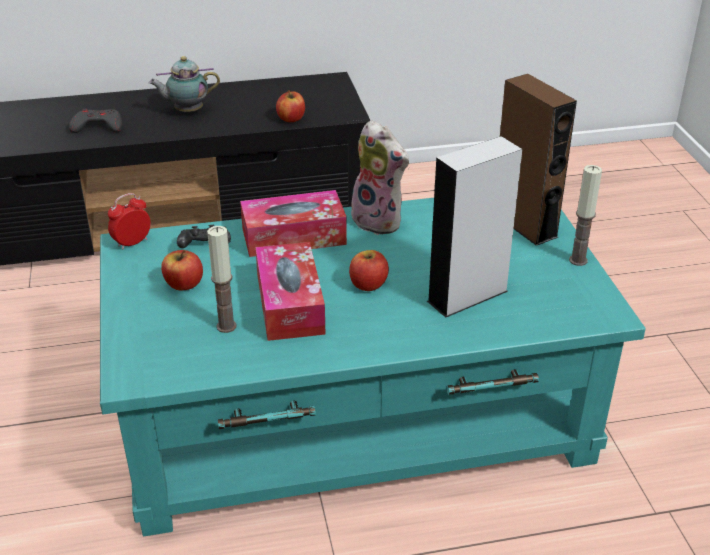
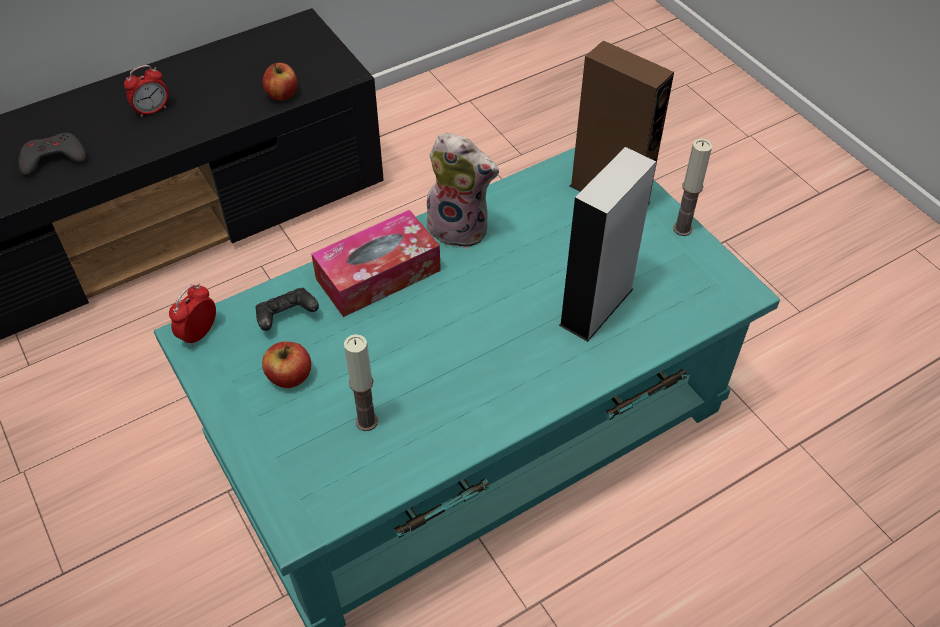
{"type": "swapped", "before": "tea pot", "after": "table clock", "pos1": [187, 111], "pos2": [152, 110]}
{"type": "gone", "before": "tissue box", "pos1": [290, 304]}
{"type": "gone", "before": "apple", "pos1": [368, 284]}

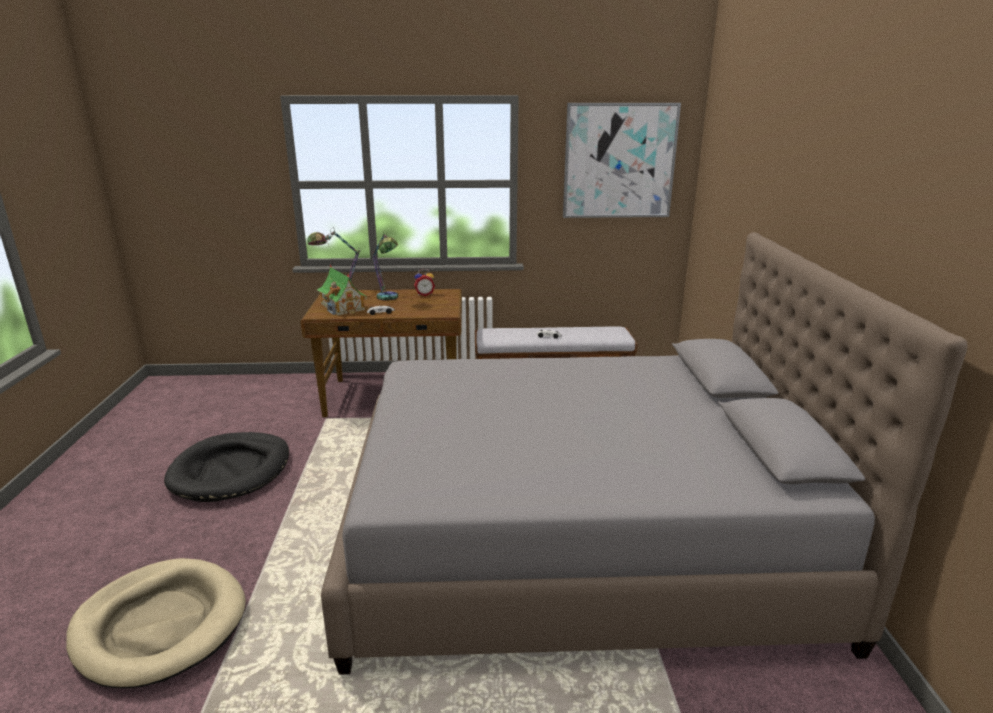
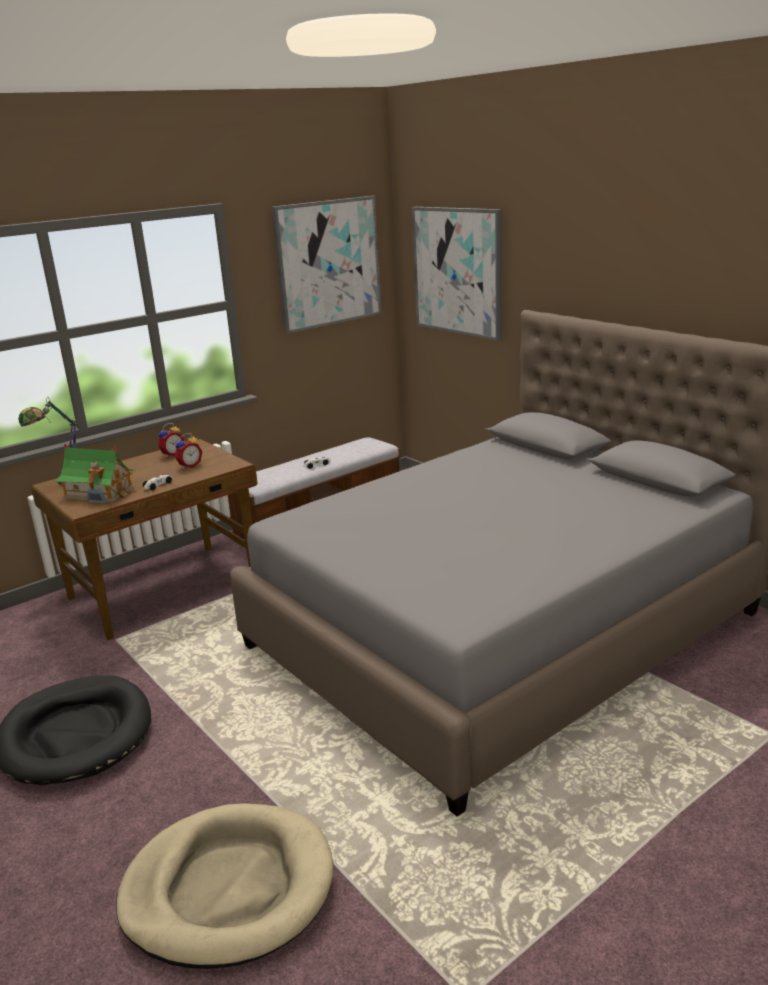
{"type": "new", "after": "table clock", "pos2": [189, 465]}
{"type": "new", "after": "wall art", "pos2": [457, 271]}
{"type": "gone", "before": "tabletop lamp", "pos1": [388, 299]}

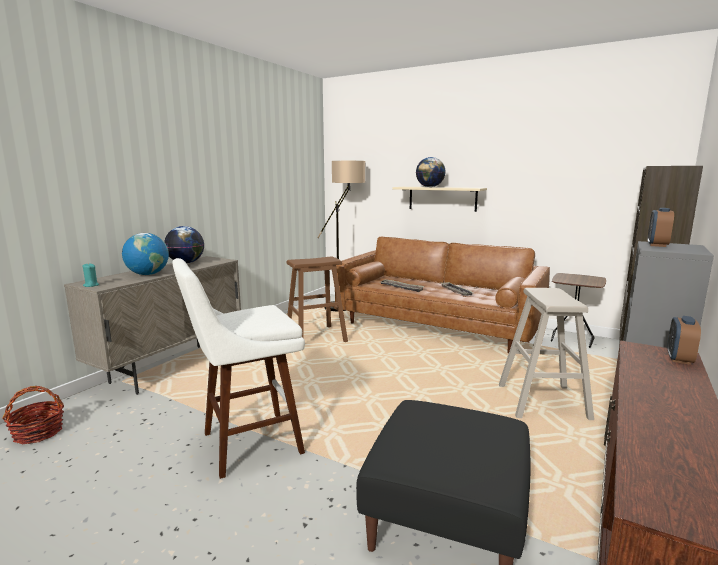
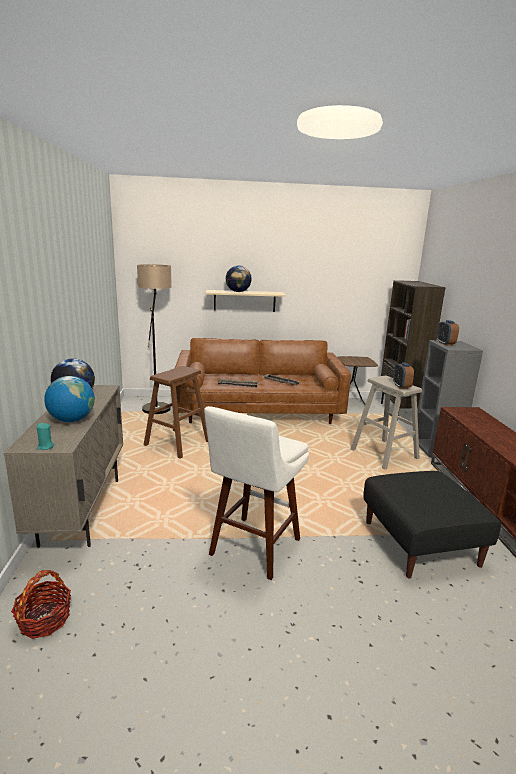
{"type": "shifted", "before": "table clock", "pos1": [679, 359], "pos2": [401, 386]}

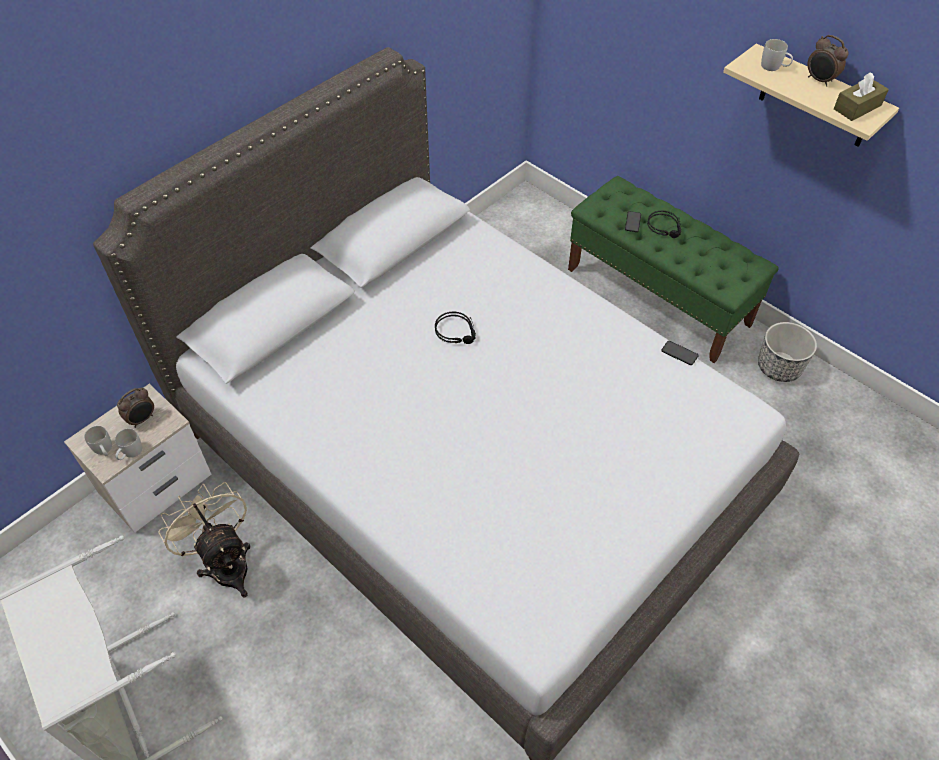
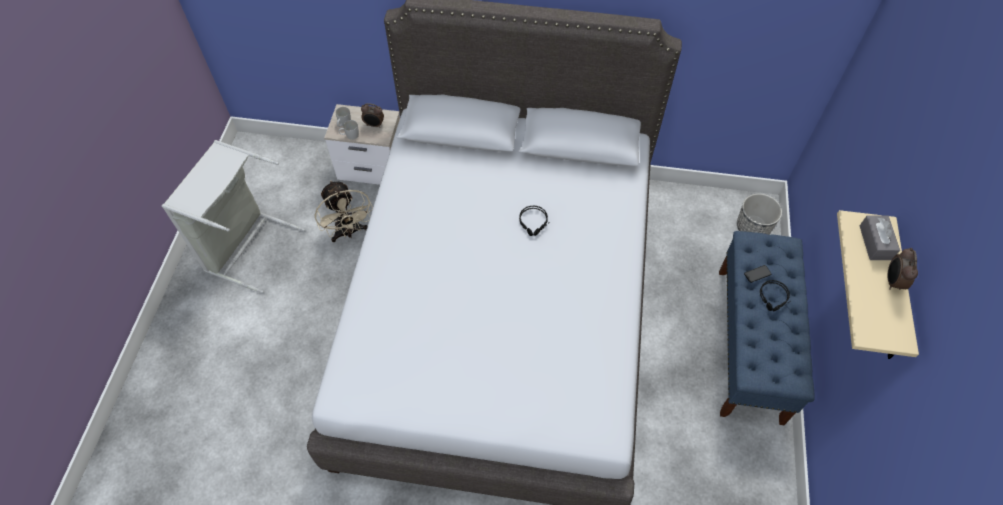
{"type": "rotated", "before": "beige fan", "pos1": [226, 563], "pos2": [349, 232], "turn": 135}
{"type": "repainted", "before": "greenish bench", "after": "bluish bench", "pos1": [658, 296], "pos2": [749, 344]}
{"type": "shifted", "before": "flower pot", "pos1": [778, 367], "pos2": [752, 227]}
{"type": "swapped", "before": "white-coloured coffee mug", "after": "grey tissue box", "pos1": [774, 67], "pos2": [875, 242]}
{"type": "gone", "before": "handset", "pos1": [679, 353]}
{"type": "gone", "before": "brown-coloured tissue box", "pos1": [857, 107]}

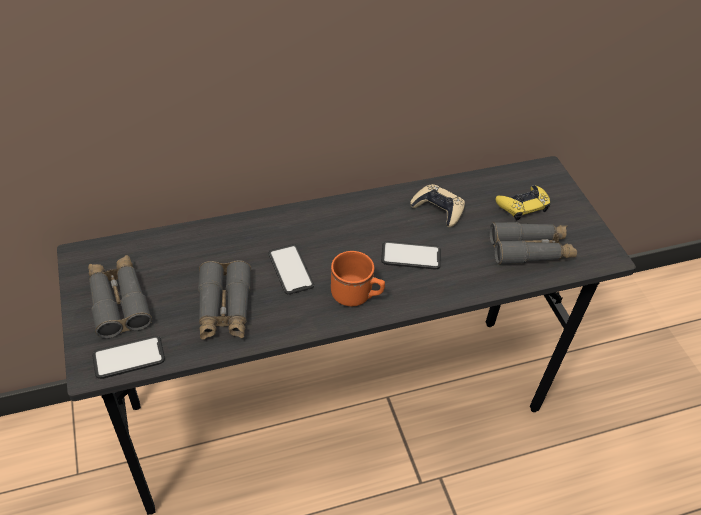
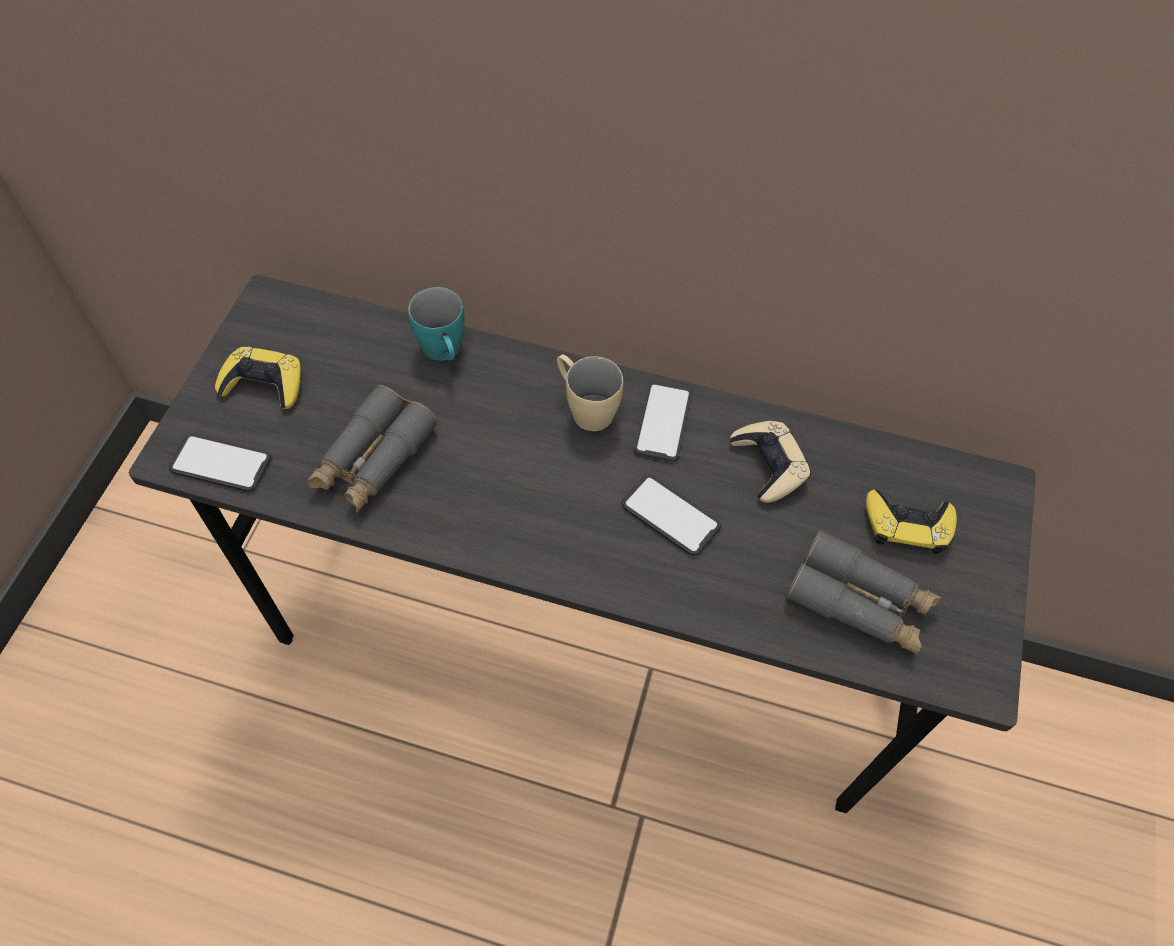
{"type": "swapped", "before": "grey binoculars", "after": "yellow joypad", "pos1": [119, 301], "pos2": [264, 383]}
{"type": "new", "after": "turquoise coffee mug", "pos2": [445, 353]}
{"type": "new", "after": "beige coffee mug", "pos2": [585, 408]}
{"type": "shifted", "before": "handset", "pos1": [291, 270], "pos2": [663, 422]}
{"type": "gone", "before": "orange-coloured coffee mug", "pos1": [356, 295]}

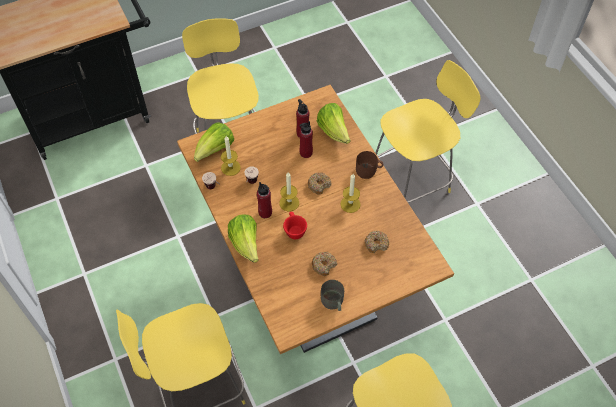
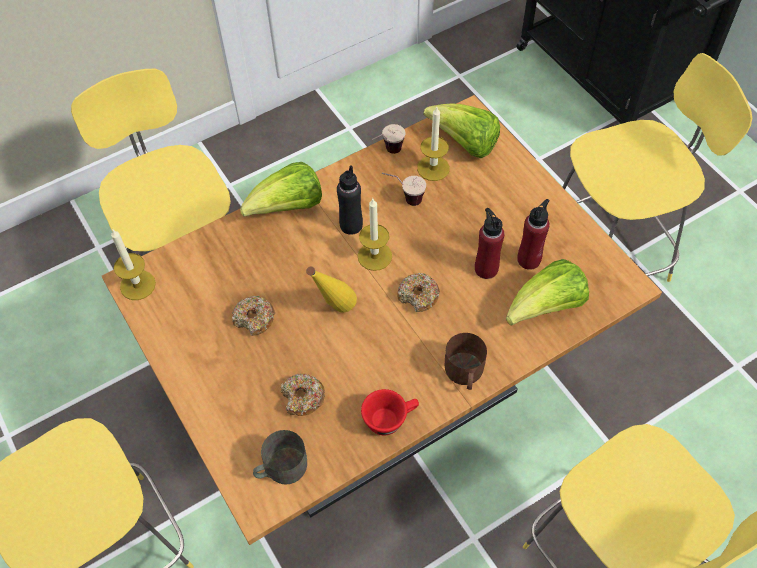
{"type": "shifted", "before": "candle", "pos1": [350, 204], "pos2": [137, 285]}
{"type": "shifted", "before": "grey coffee mug", "pos1": [333, 302], "pos2": [281, 468]}
{"type": "new", "after": "yellow drink bottle", "pos2": [334, 313]}
{"type": "repainted", "before": "reddish drink bottle", "after": "black-coloured drink bottle", "pos1": [265, 212], "pos2": [351, 225]}
{"type": "shifted", "before": "reddish drinking cup", "pos1": [294, 230], "pos2": [390, 418]}

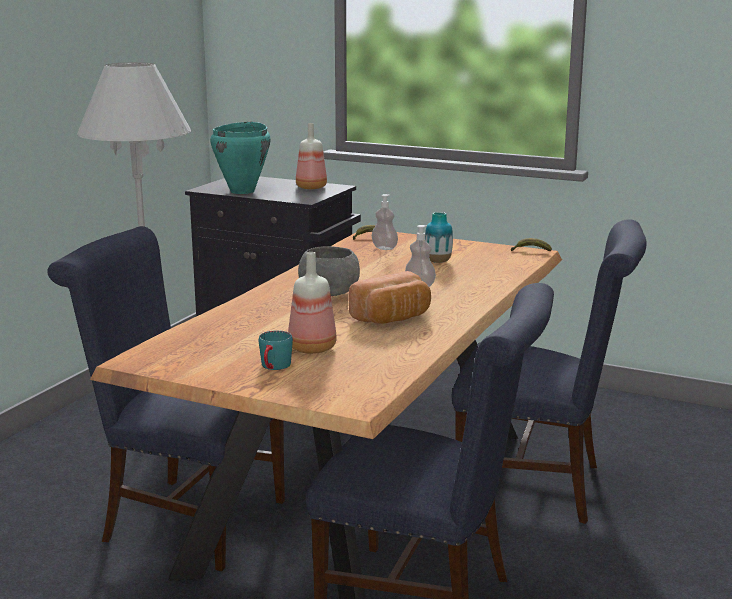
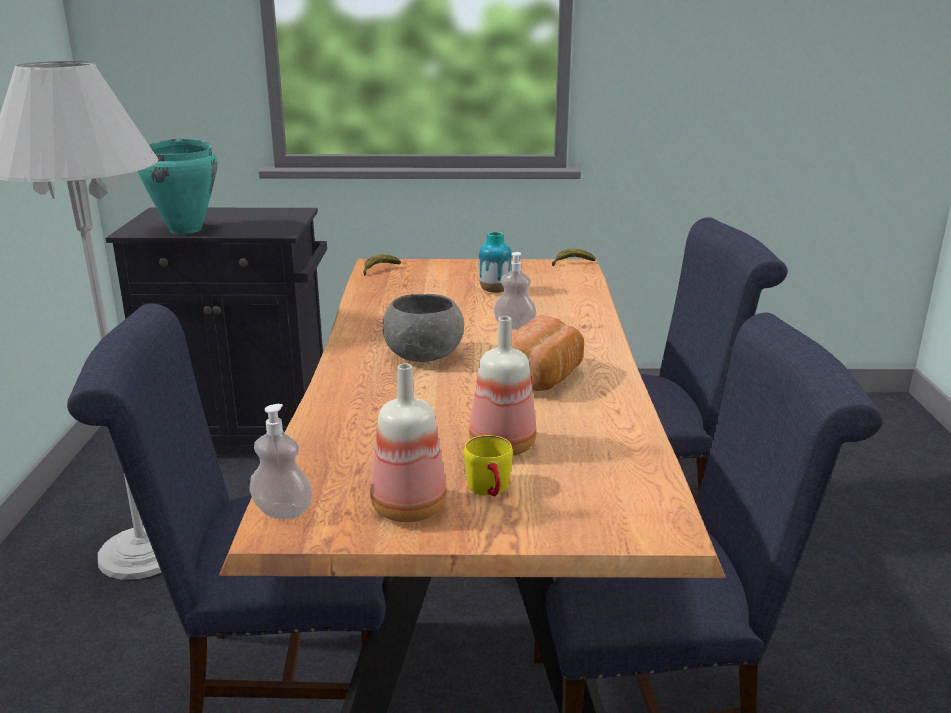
{"type": "shifted", "before": "soap dispenser", "pos1": [384, 248], "pos2": [282, 511]}
{"type": "shifted", "before": "drink bottle", "pos1": [310, 187], "pos2": [408, 509]}
{"type": "repainted", "before": "turquoise coffee mug", "after": "yellow coffee mug", "pos1": [274, 367], "pos2": [491, 490]}

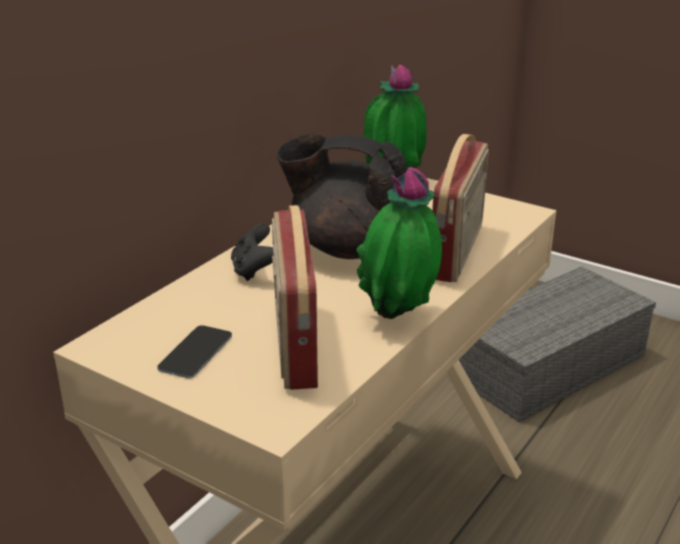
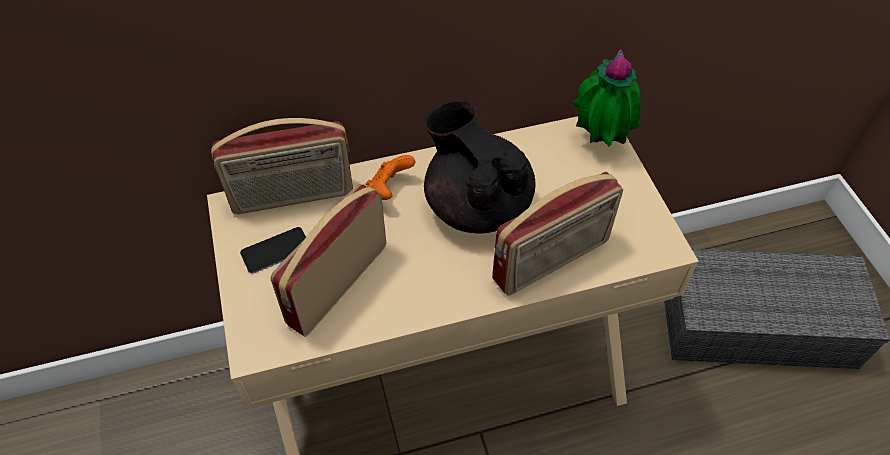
{"type": "new", "after": "radio set", "pos2": [292, 197]}
{"type": "repainted", "before": "black-coloured joypad", "after": "orange-coloured joypad", "pos1": [254, 270], "pos2": [389, 190]}
{"type": "gone", "before": "plant in a pot", "pos1": [399, 318]}

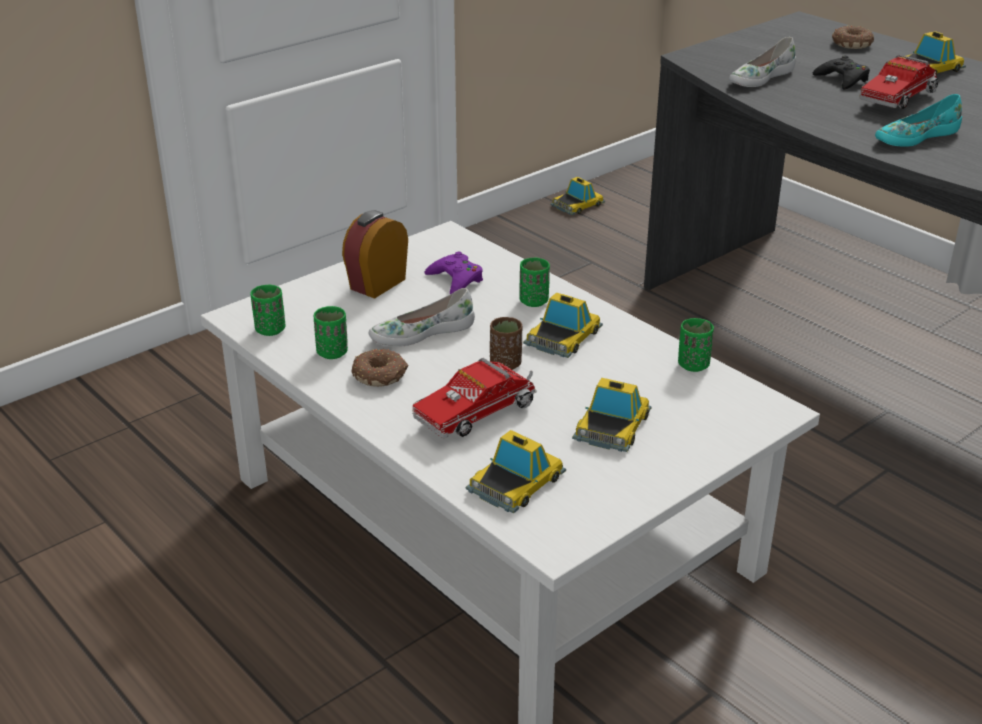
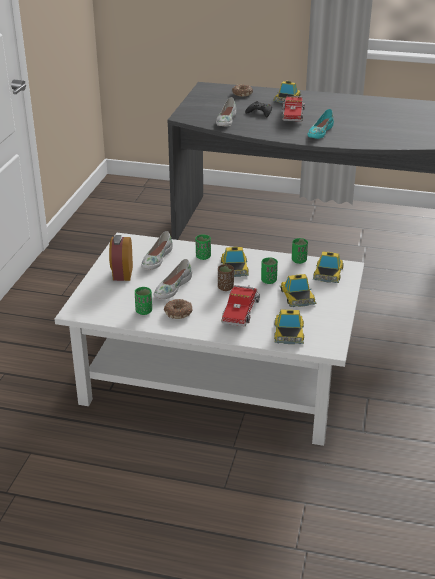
{"type": "swapped", "before": "purple-coloured joypad", "after": "white-coloured item of footwear", "pos1": [456, 279], "pos2": [156, 259]}
{"type": "shifted", "before": "greenish drinking cup", "pos1": [270, 330], "pos2": [268, 281]}
{"type": "shifted", "before": "model car", "pos1": [577, 205], "pos2": [328, 273]}

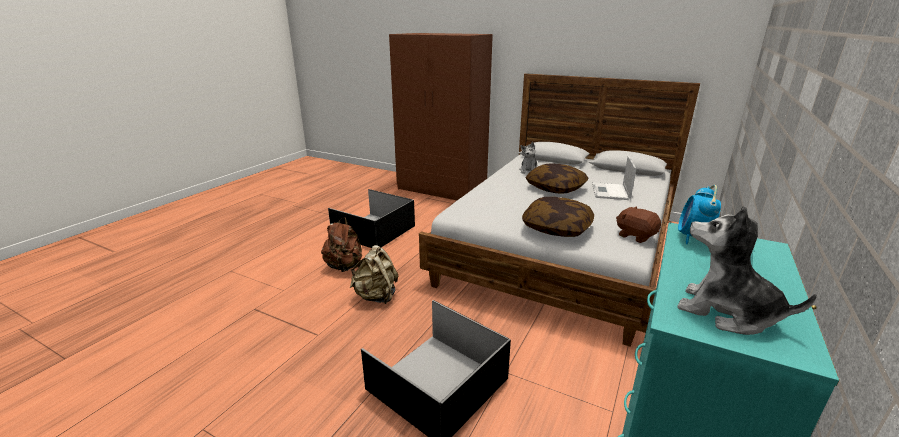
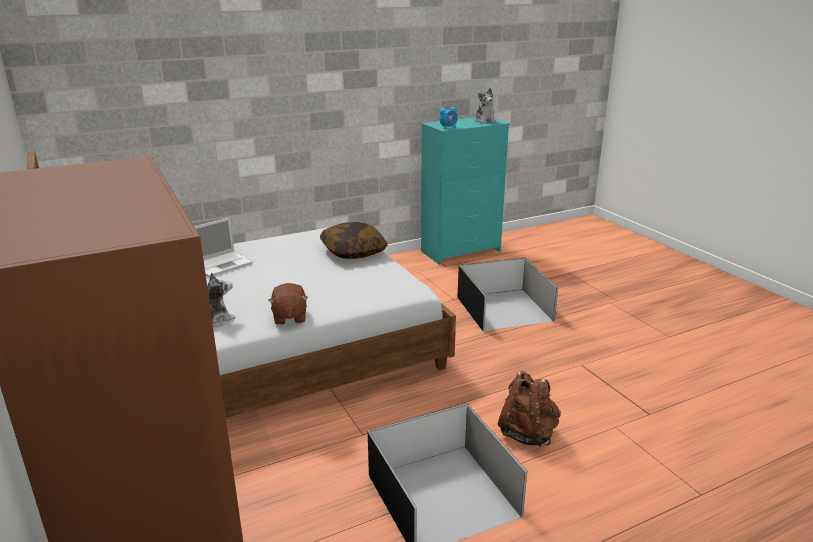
{"type": "shifted", "before": "brown-coloured cuddly toy", "pos1": [635, 236], "pos2": [289, 317]}
{"type": "gone", "before": "beige backpack", "pos1": [376, 296]}
{"type": "gone", "before": "throw pillow", "pos1": [555, 188]}

